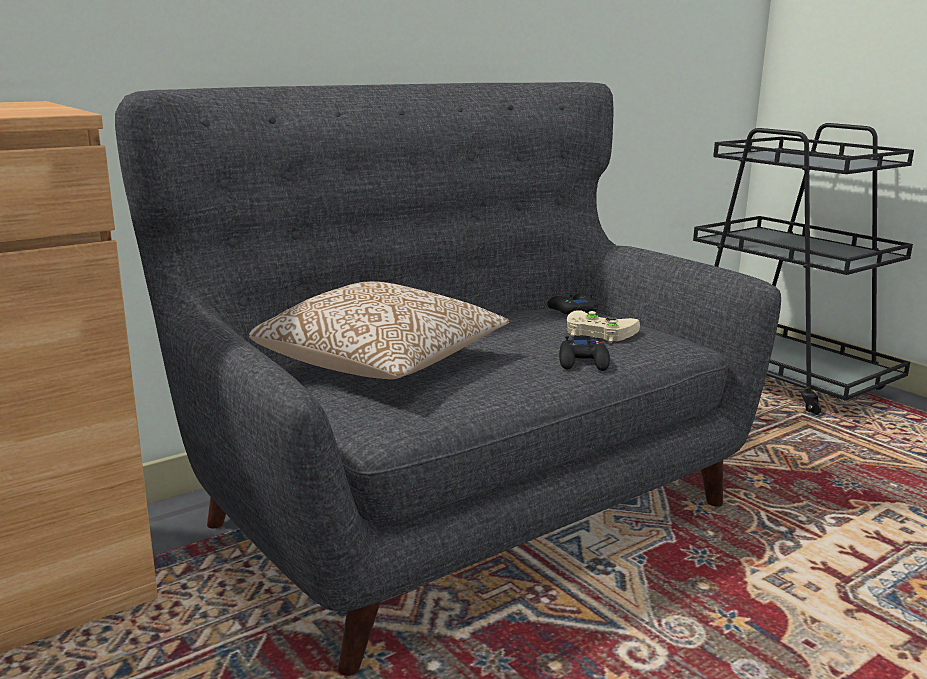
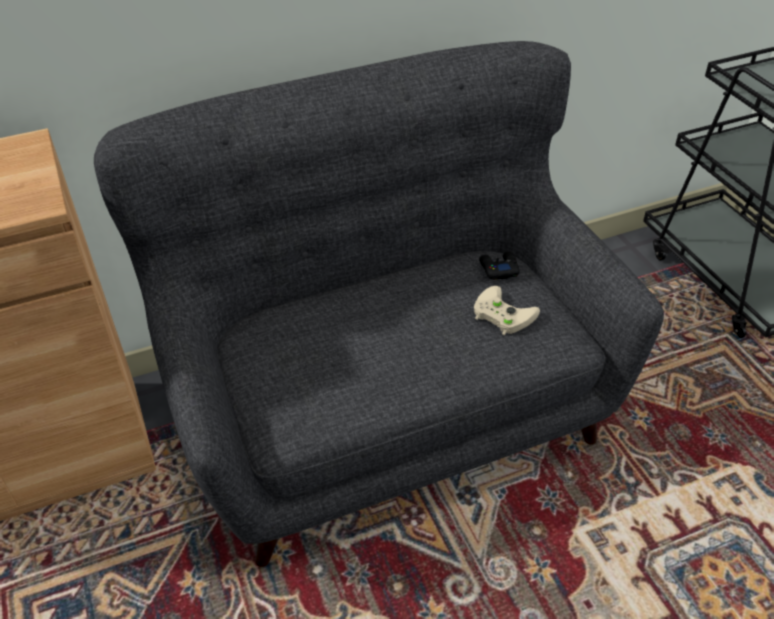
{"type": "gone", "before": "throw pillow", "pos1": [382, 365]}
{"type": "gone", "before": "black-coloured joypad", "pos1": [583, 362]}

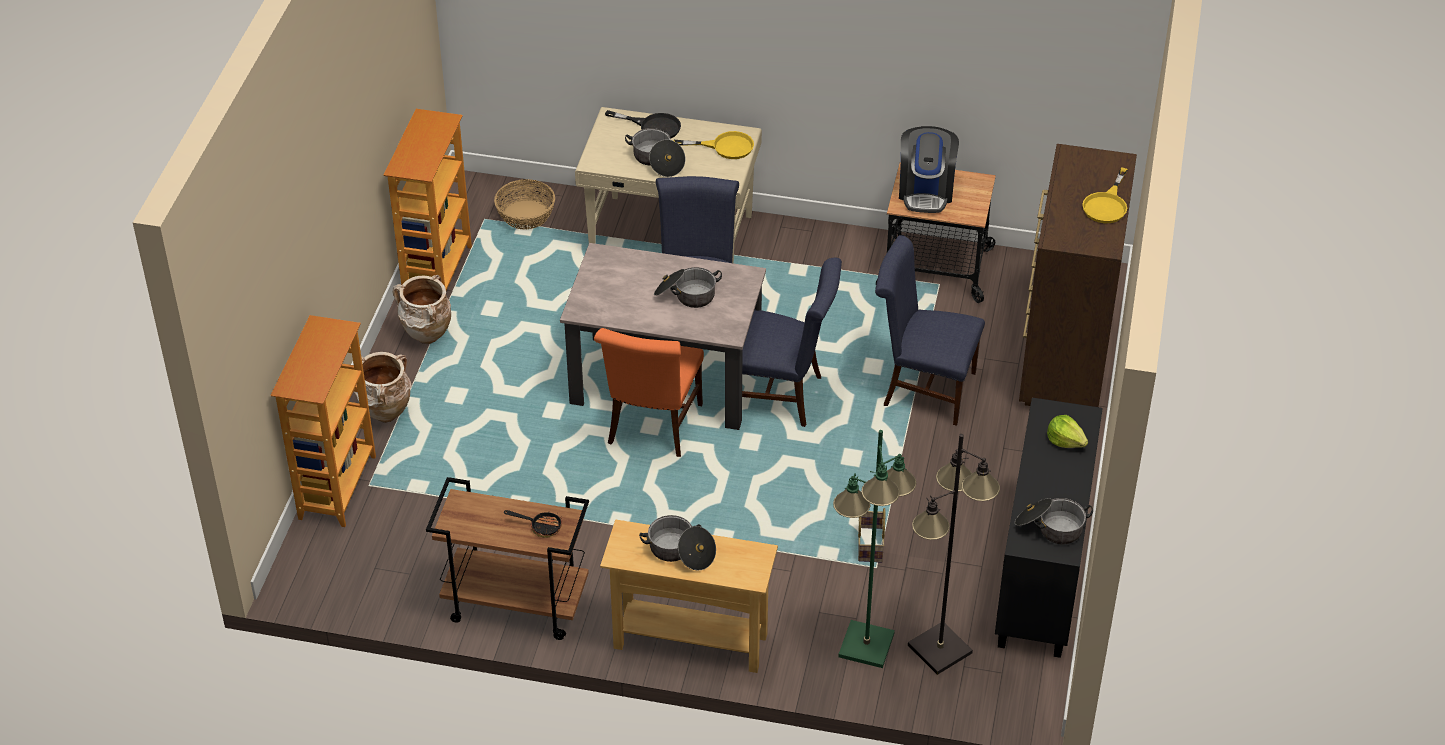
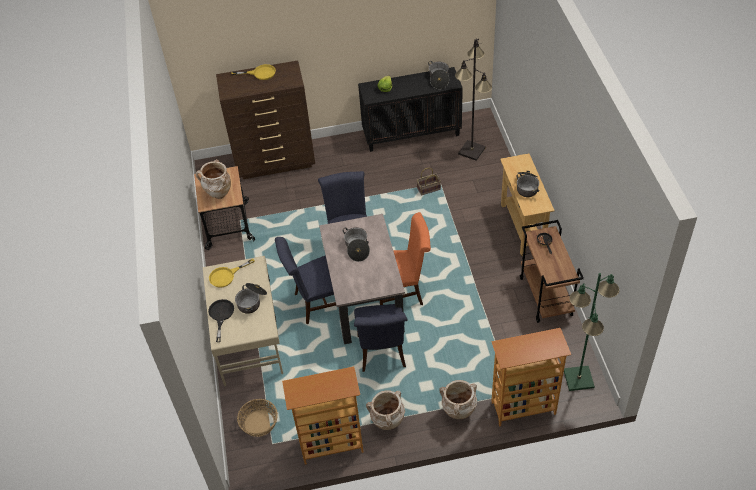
{"type": "swapped", "before": "coffee maker", "after": "beige decorative vase", "pos1": [926, 191], "pos2": [219, 194]}
{"type": "rotated", "before": "yellow pan", "pos1": [725, 147], "pos2": [226, 276], "turn": -105}
{"type": "shifted", "before": "bluish plain chair", "pos1": [922, 388], "pos2": [382, 354]}
{"type": "shifted", "before": "greenish standard lamp", "pos1": [865, 645], "pos2": [579, 379]}

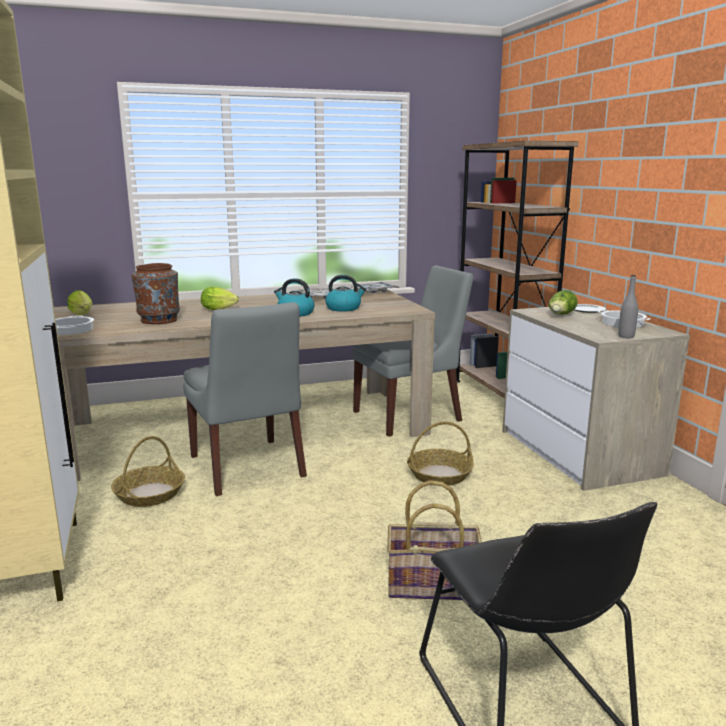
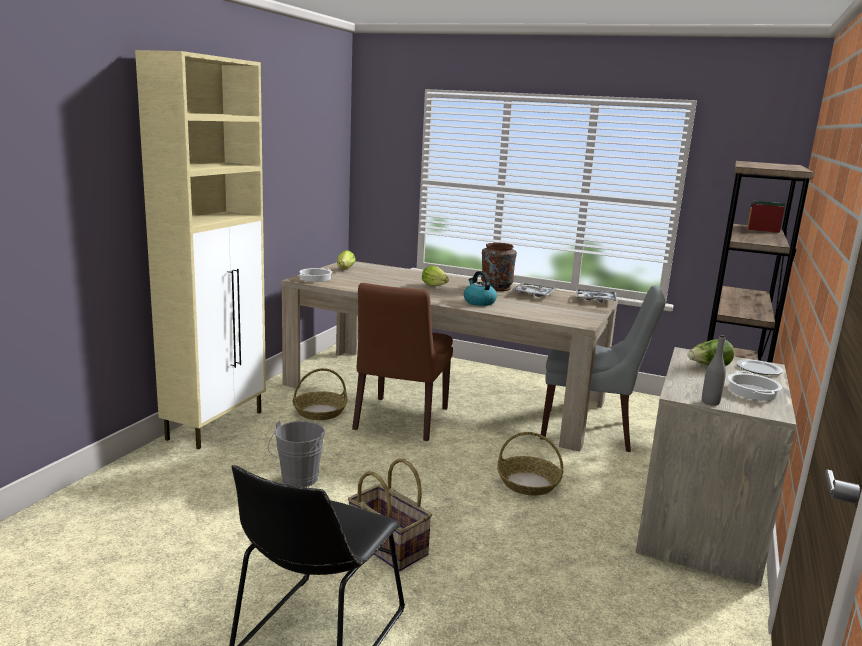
{"type": "new", "after": "grey water bucket", "pos2": [297, 481]}
{"type": "repainted", "before": "grey plain chair", "after": "brown-coloured plain chair", "pos1": [248, 468], "pos2": [400, 420]}
{"type": "shifted", "before": "brown-coloured decorative vase", "pos1": [159, 320], "pos2": [496, 288]}
{"type": "gone", "before": "water kettle", "pos1": [344, 308]}

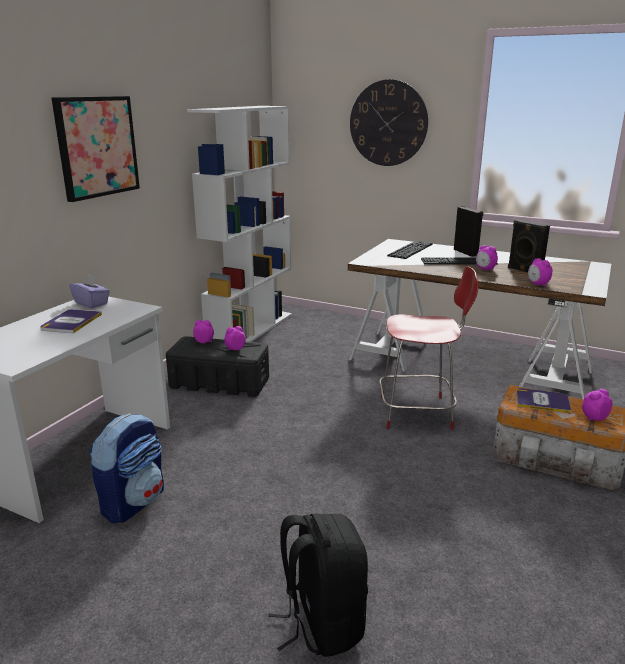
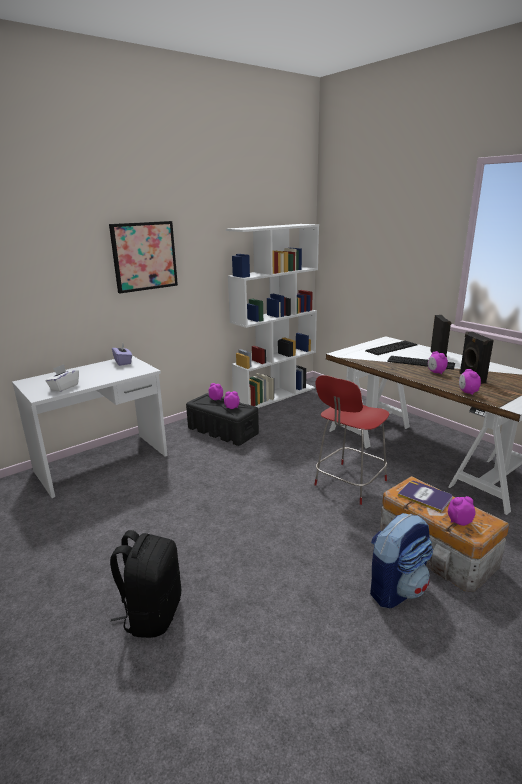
{"type": "new", "after": "white-coloured tissue box", "pos2": [64, 387]}
{"type": "rotated", "before": "reddish plain chair", "pos1": [419, 412], "pos2": [349, 484], "turn": 105}
{"type": "shifted", "before": "backpack", "pos1": [133, 502], "pos2": [396, 588]}
{"type": "gone", "before": "volume", "pos1": [71, 322]}
{"type": "gone", "before": "clock on the wall", "pos1": [388, 123]}

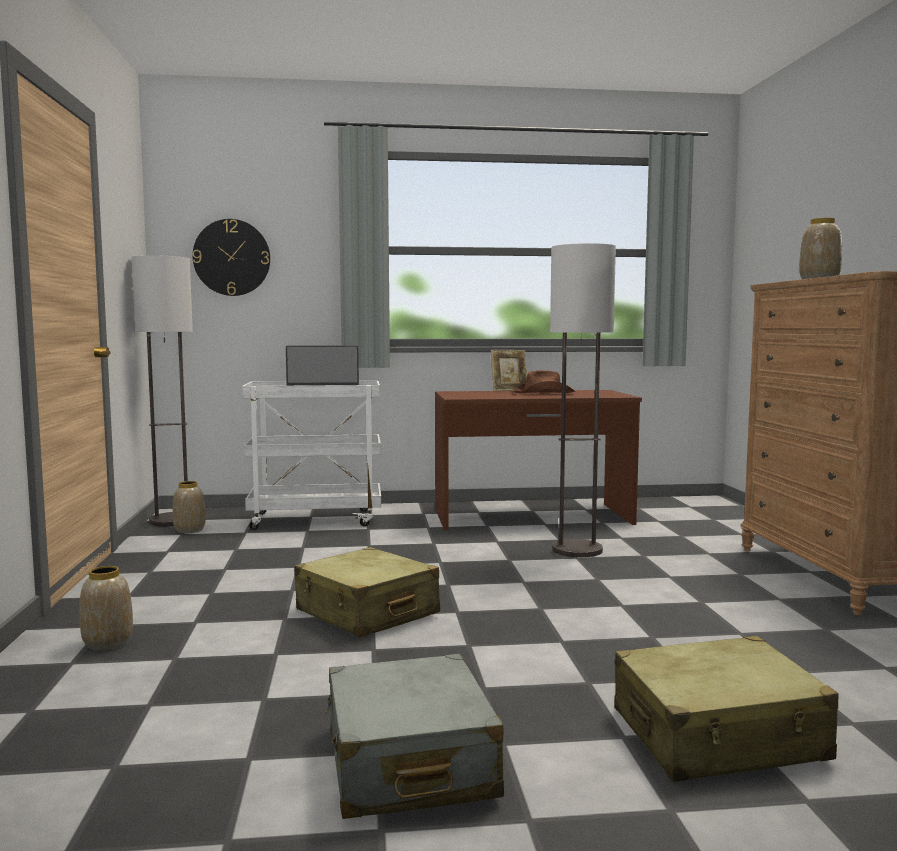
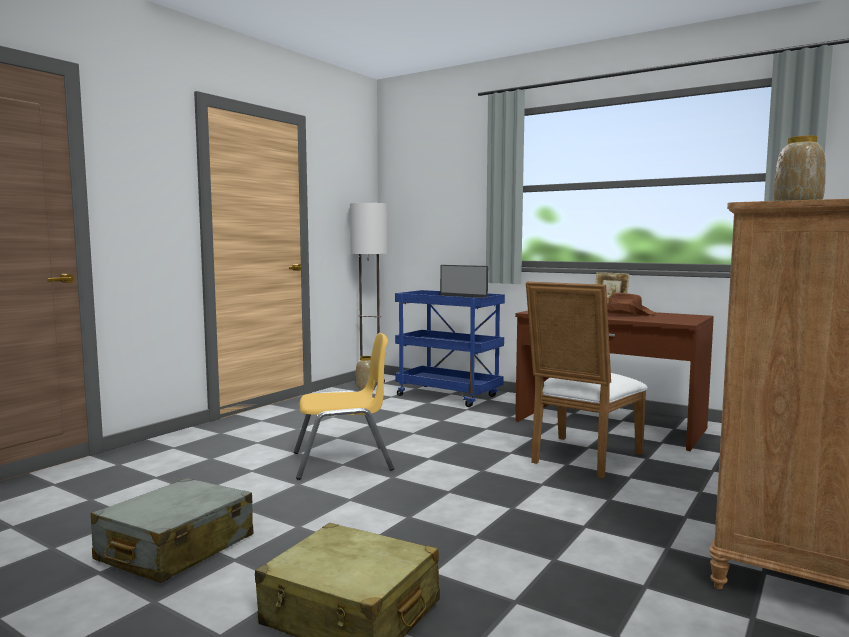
{"type": "swapped", "before": "beige suitcase", "after": "yellow plain chair", "pos1": [366, 613], "pos2": [343, 462]}
{"type": "repainted", "before": "white-coloured cart", "after": "bluish cart", "pos1": [317, 519], "pos2": [450, 396]}
{"type": "swapped", "before": "standard lamp", "after": "white-coloured plain chair", "pos1": [577, 550], "pos2": [581, 459]}
{"type": "gone", "before": "decorative vase", "pos1": [107, 643]}
{"type": "gone", "before": "clock on the wall", "pos1": [232, 257]}

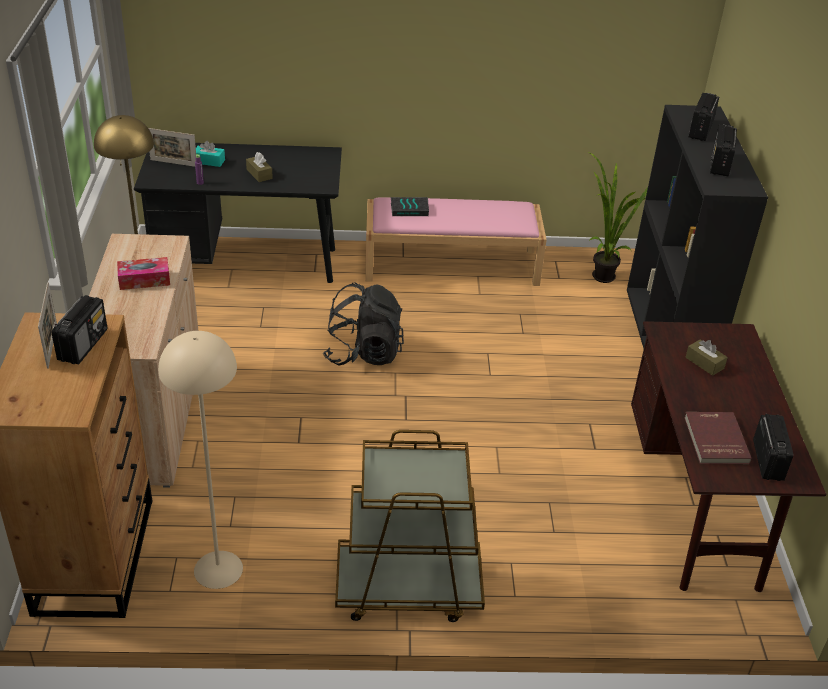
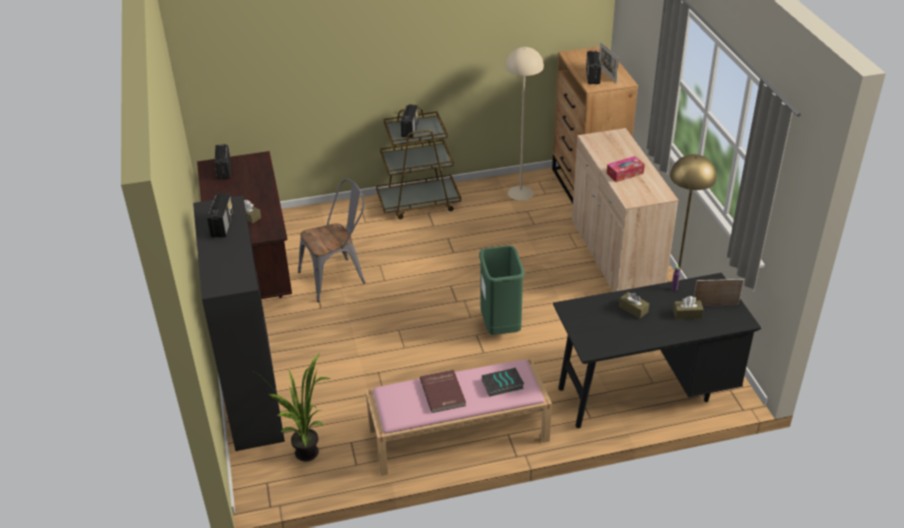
{"type": "new", "after": "grey plain chair", "pos2": [337, 277]}
{"type": "shifted", "before": "radio set", "pos1": [700, 130], "pos2": [410, 129]}
{"type": "shifted", "before": "reddish volume", "pos1": [715, 440], "pos2": [443, 392]}
{"type": "swapped", "before": "black-coloured backpack", "after": "greenish rubbish bin", "pos1": [363, 353], "pos2": [500, 327]}
{"type": "repainted", "before": "turquoise tissue box", "after": "brown-coloured tissue box", "pos1": [209, 161], "pos2": [687, 314]}

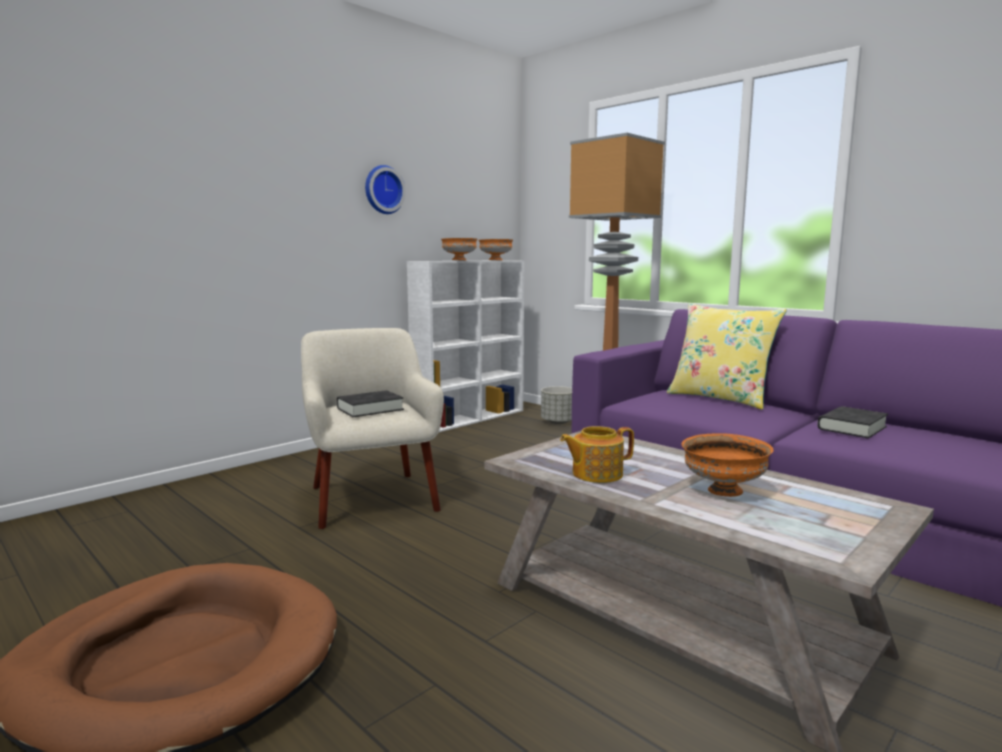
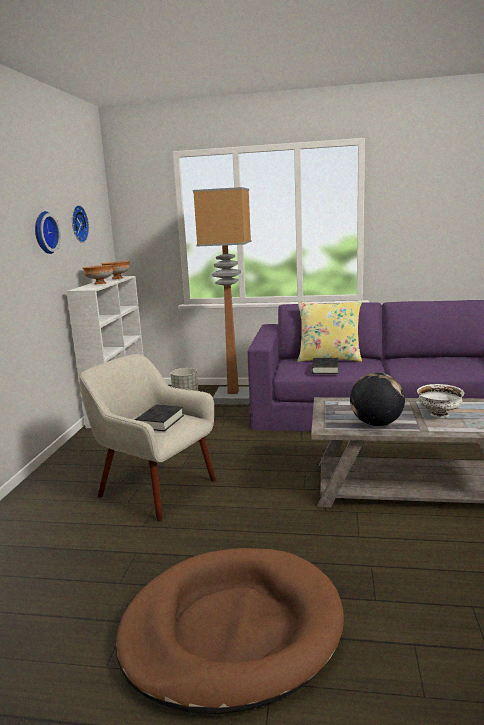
{"type": "new", "after": "clock on the wall", "pos2": [77, 224]}
{"type": "shifted", "before": "black-coloured volume", "pos1": [851, 428], "pos2": [325, 369]}
{"type": "swapped", "before": "tea pot", "after": "globe", "pos1": [596, 474], "pos2": [376, 424]}
{"type": "repainted", "before": "orange-coloured bowl", "after": "white-coloured bowl", "pos1": [723, 491], "pos2": [439, 415]}

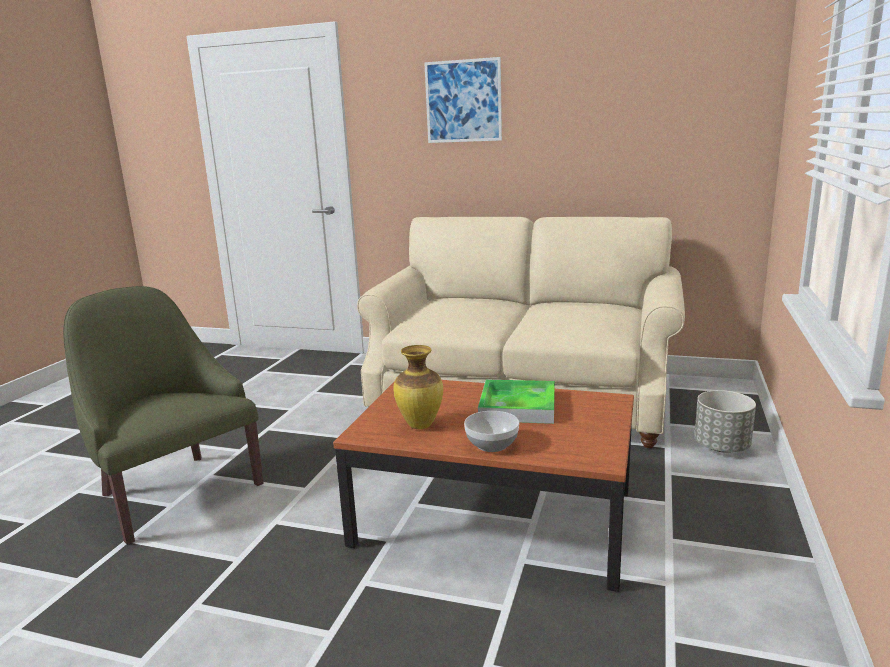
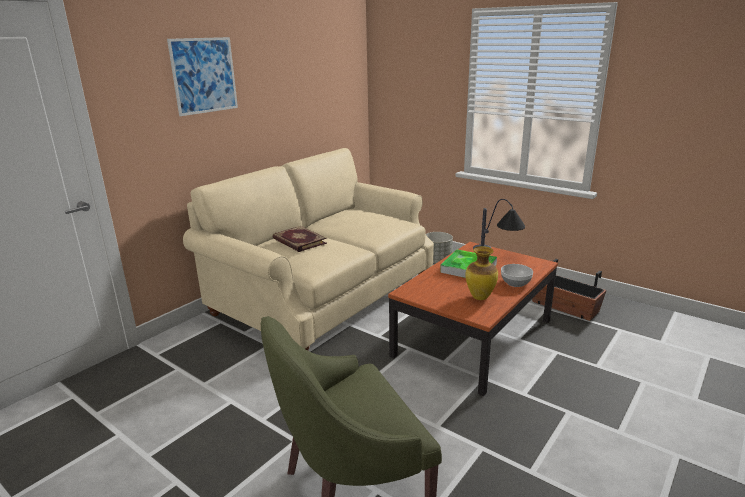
{"type": "new", "after": "volume", "pos2": [298, 241]}
{"type": "new", "after": "tabletop lamp", "pos2": [498, 254]}
{"type": "new", "after": "flower pot", "pos2": [564, 307]}

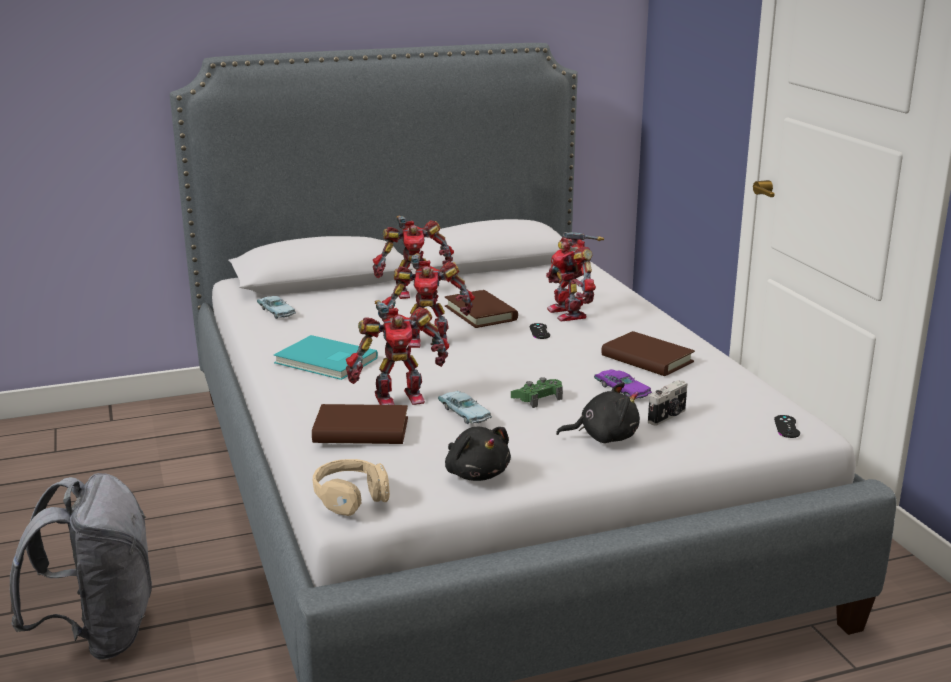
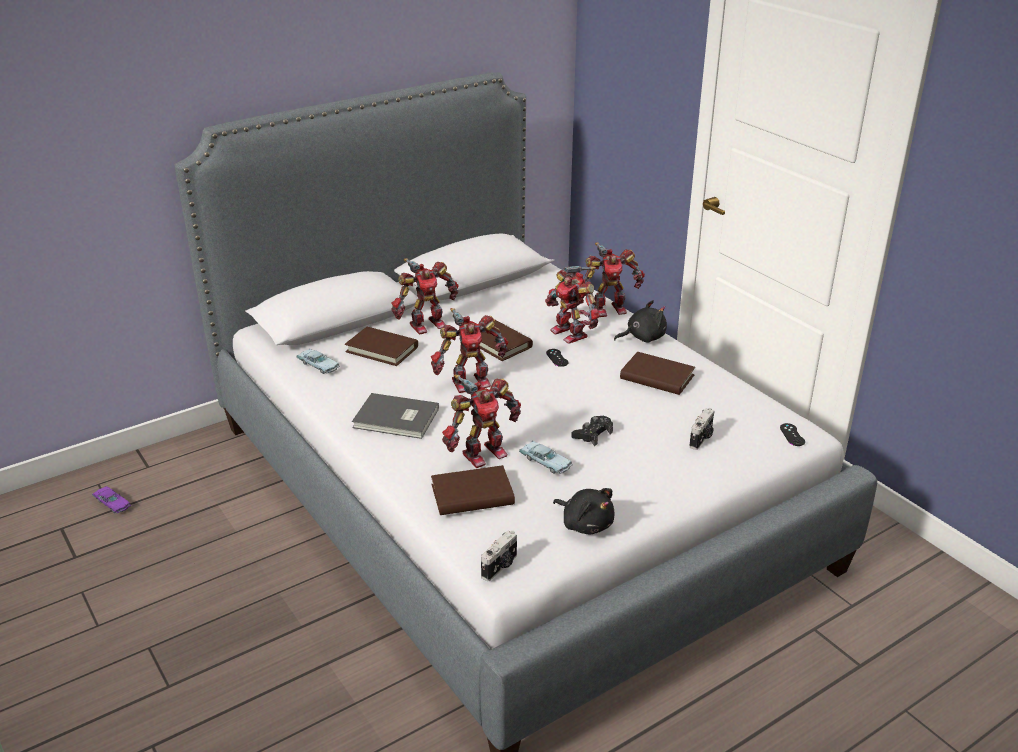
{"type": "shifted", "before": "purple-coloured model car", "pos1": [622, 390], "pos2": [112, 503]}
{"type": "new", "after": "brown-coloured volume", "pos2": [382, 349]}
{"type": "repainted", "before": "turquoise volume", "after": "grey volume", "pos1": [325, 361], "pos2": [396, 419]}
{"type": "swapped", "before": "beige headset", "after": "photo camera", "pos1": [350, 497], "pos2": [500, 567]}
{"type": "repainted", "before": "greenish joypad", "after": "black-coloured joypad", "pos1": [537, 398], "pos2": [592, 434]}
{"type": "new", "after": "toy robot", "pos2": [608, 309]}
{"type": "shifted", "before": "black-coloured cuddly toy", "pos1": [604, 437], "pos2": [643, 337]}
{"type": "gone", "before": "grey backpack", "pos1": [99, 634]}

